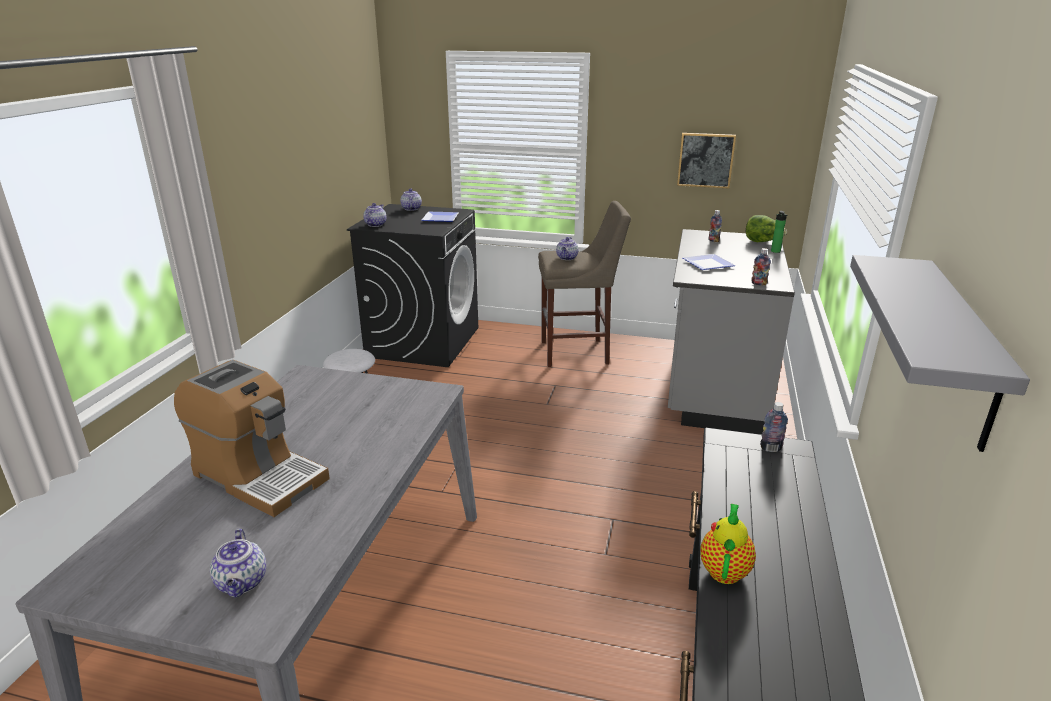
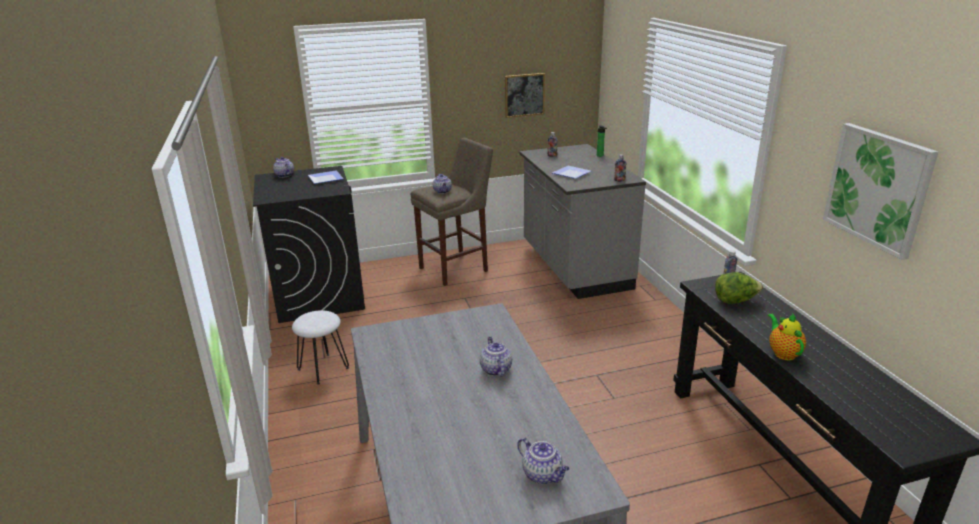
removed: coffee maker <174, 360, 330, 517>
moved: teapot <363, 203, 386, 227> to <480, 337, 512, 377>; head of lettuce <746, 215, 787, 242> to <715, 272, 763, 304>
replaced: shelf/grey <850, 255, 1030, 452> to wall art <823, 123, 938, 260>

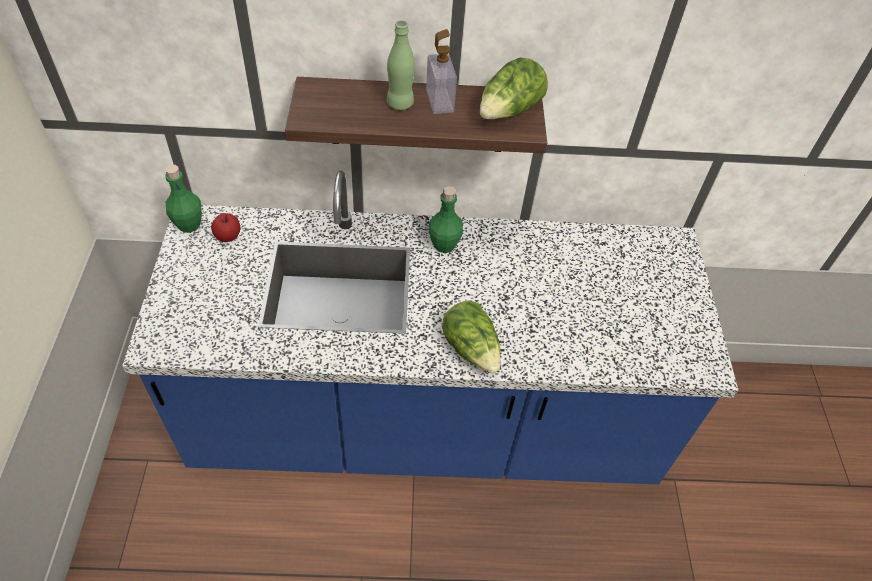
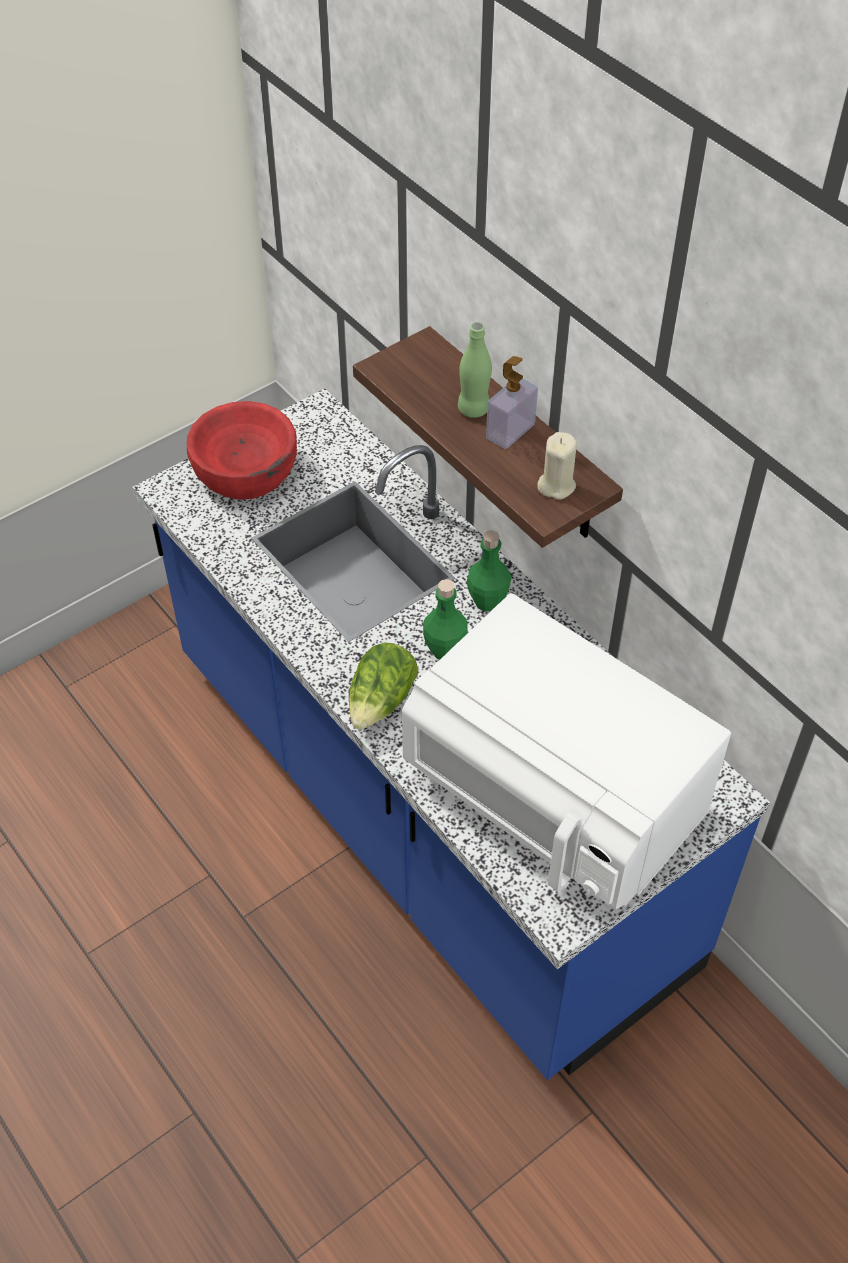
removed: apple <211, 213, 241, 242>
added: serving bowl/red <187, 401, 297, 500>; kitchen microwave/white <402, 593, 731, 909>
moved: beverage bottle/greenish <165, 165, 202, 233> to <423, 579, 468, 659>
replaced: head of lettuce <480, 57, 548, 119> to wax candle/sand-coloured <537, 432, 577, 500>

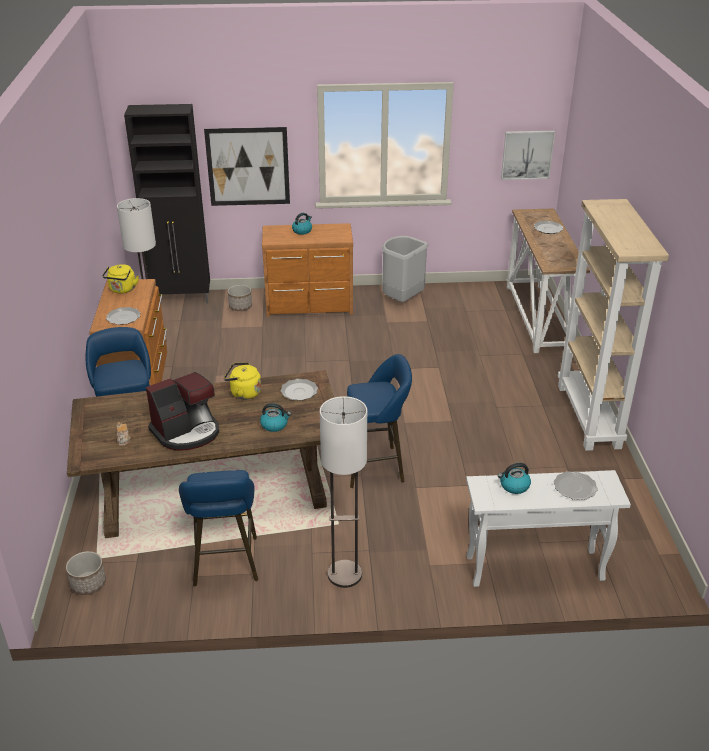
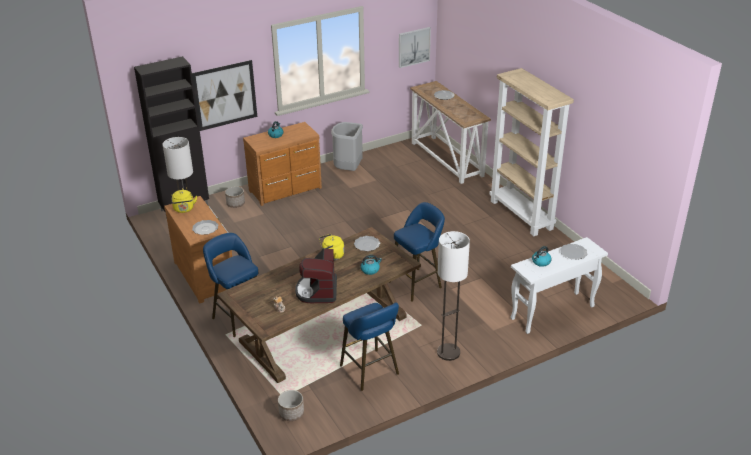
turned: coffee maker <146, 372, 219, 451> = <295, 248, 337, 303> 150 degrees clockwise

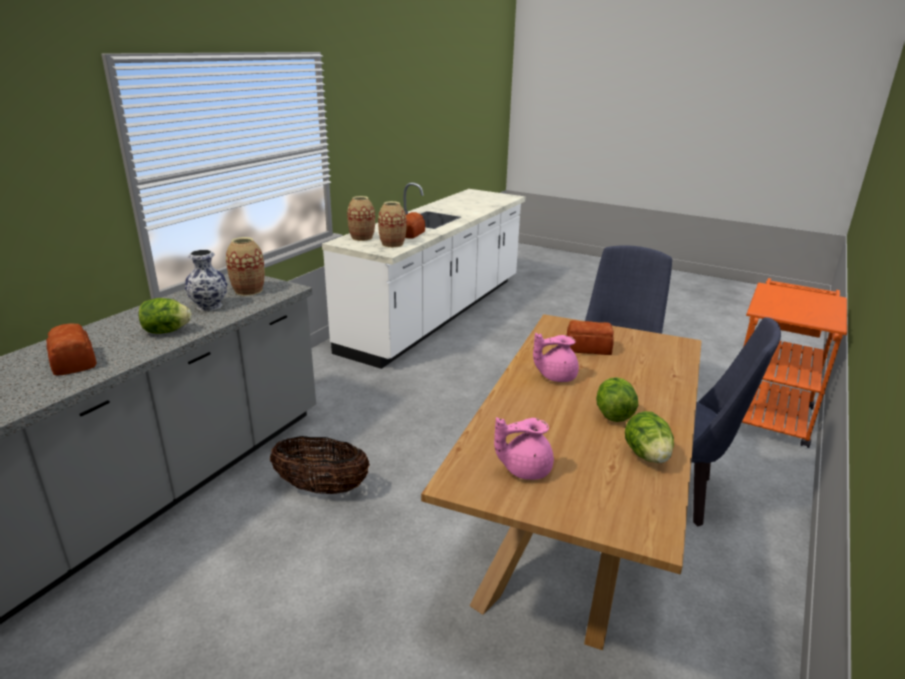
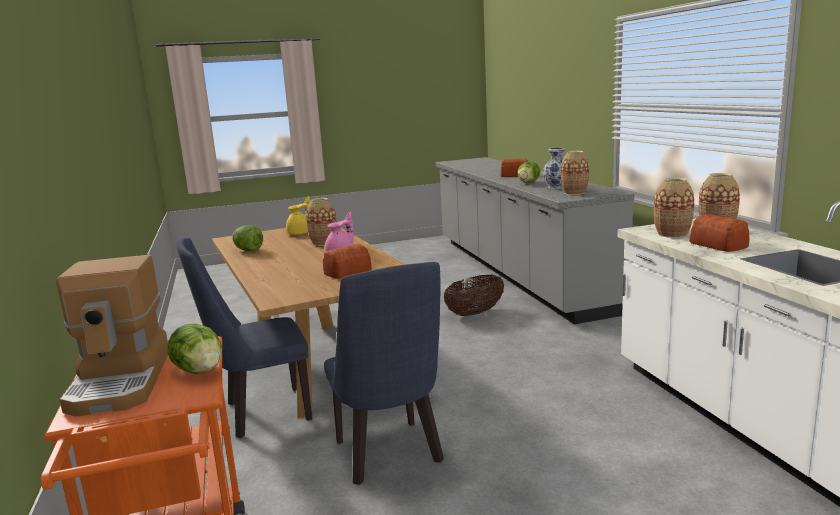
added: coffee maker <56, 255, 168, 417>; flower vase <306, 198, 337, 246>
moved: head of lettuce <596, 377, 638, 422> to <167, 324, 222, 374>
recoloured: teapot/pink <494, 417, 554, 480> to teapot/yellow-coloured <286, 196, 310, 235>

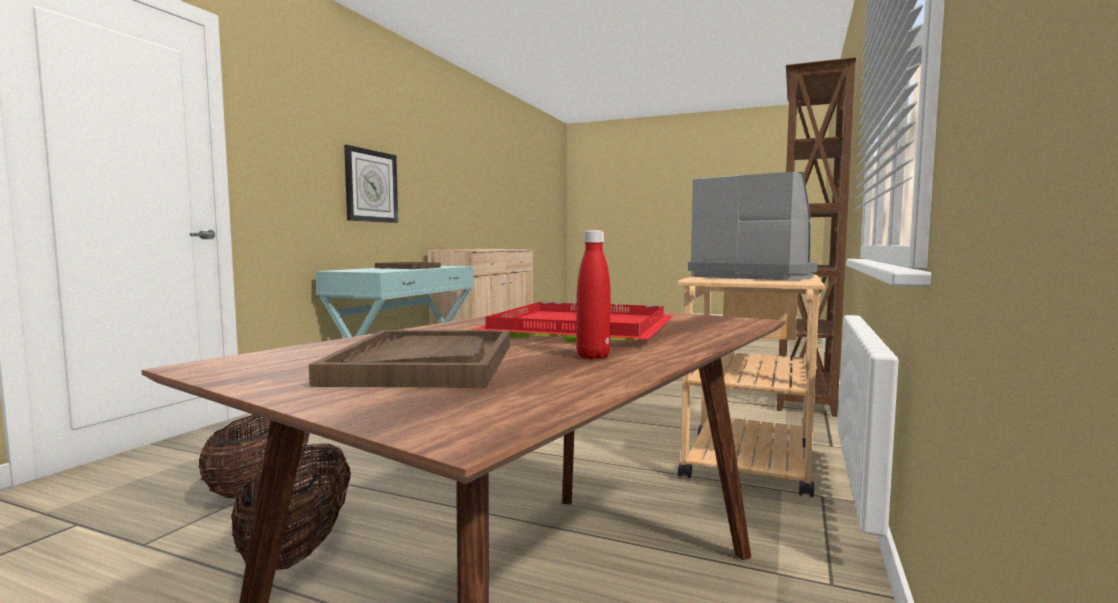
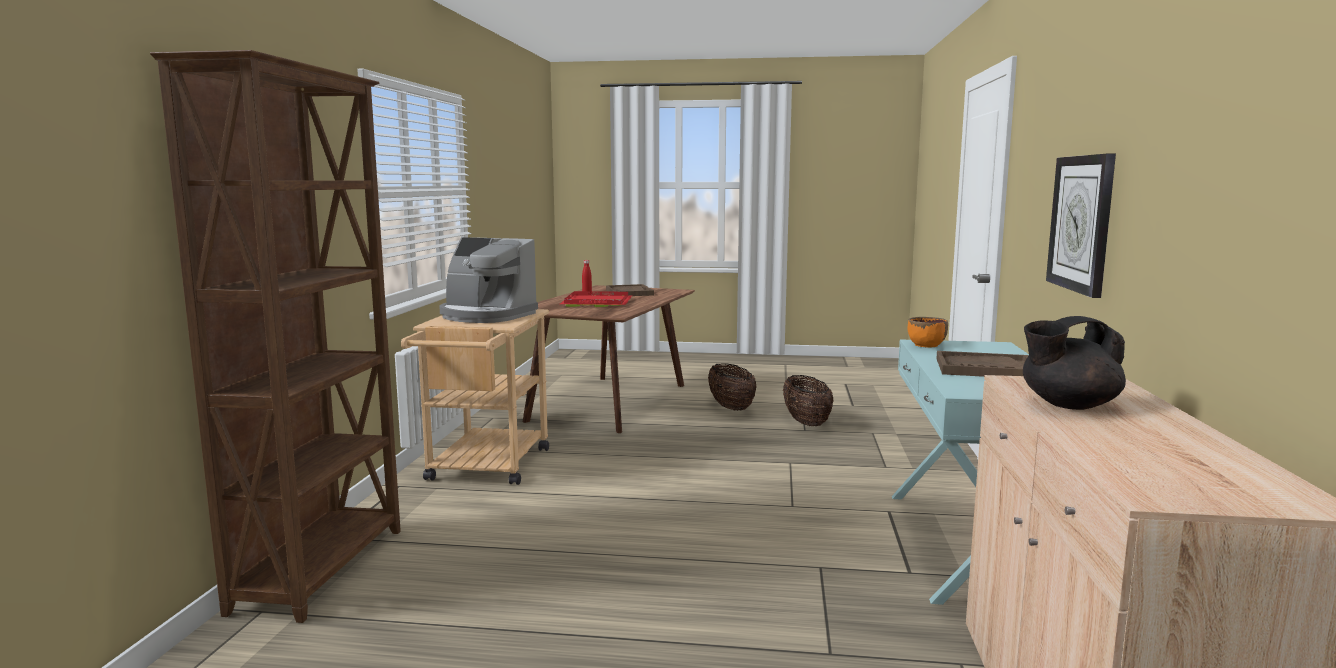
added: serving bowl/orange <908, 317, 948, 348>; teapot/black <1023, 316, 1126, 410>

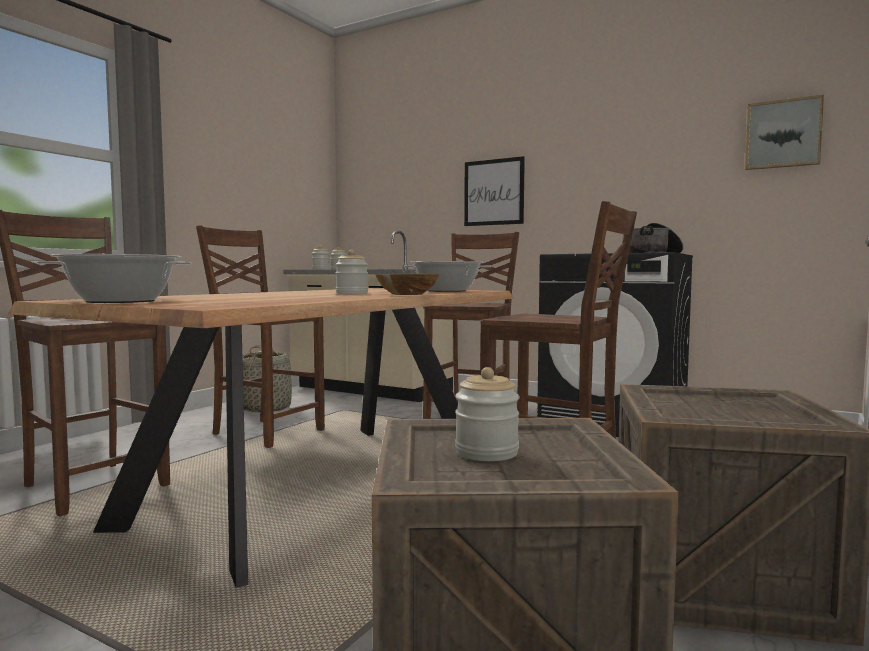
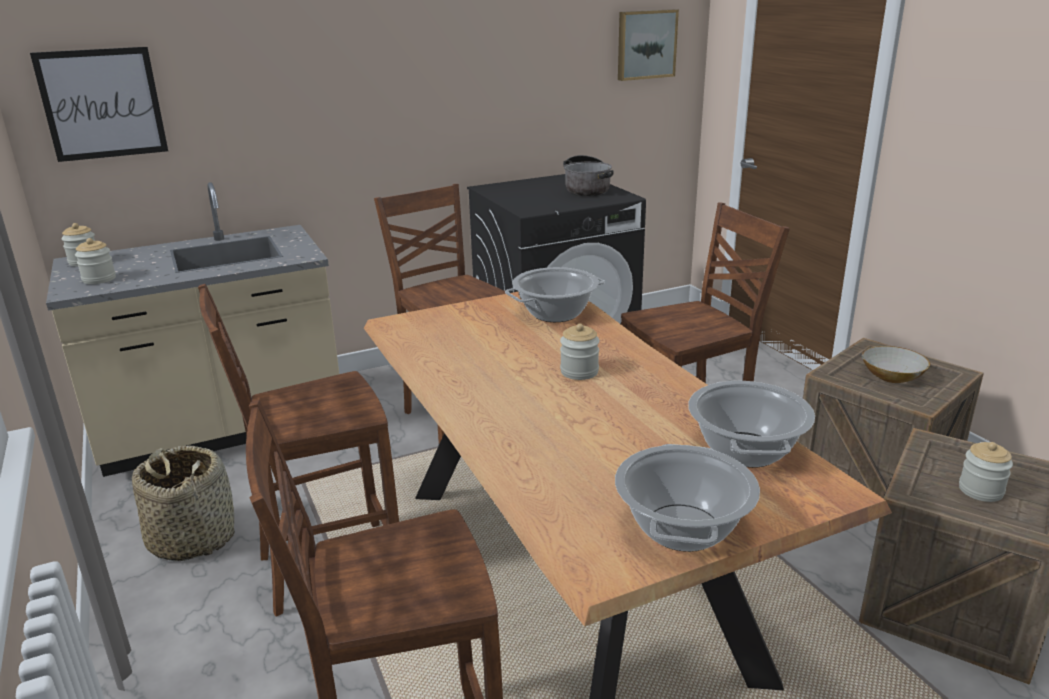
added: cooking pot <688, 381, 815, 468>
moved: serving bowl <375, 274, 440, 295> to <862, 346, 930, 383>; wall art <464, 156, 525, 226> to <30, 47, 168, 162>

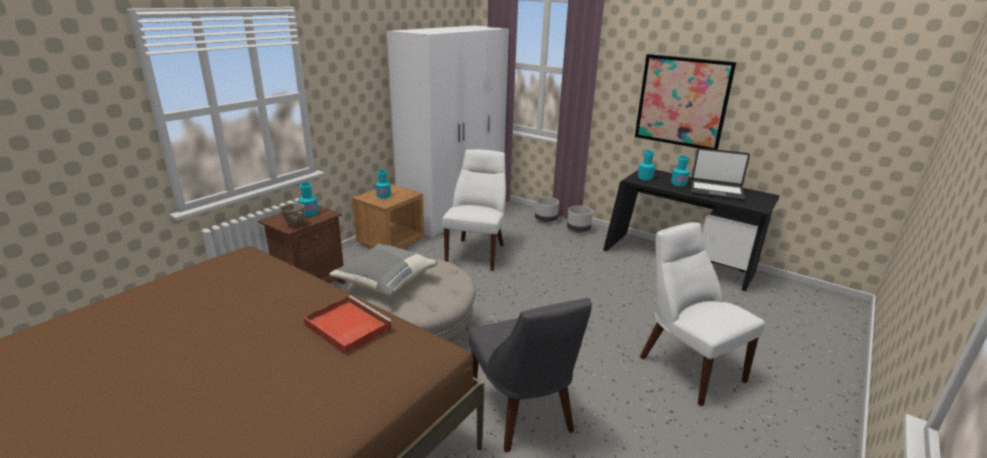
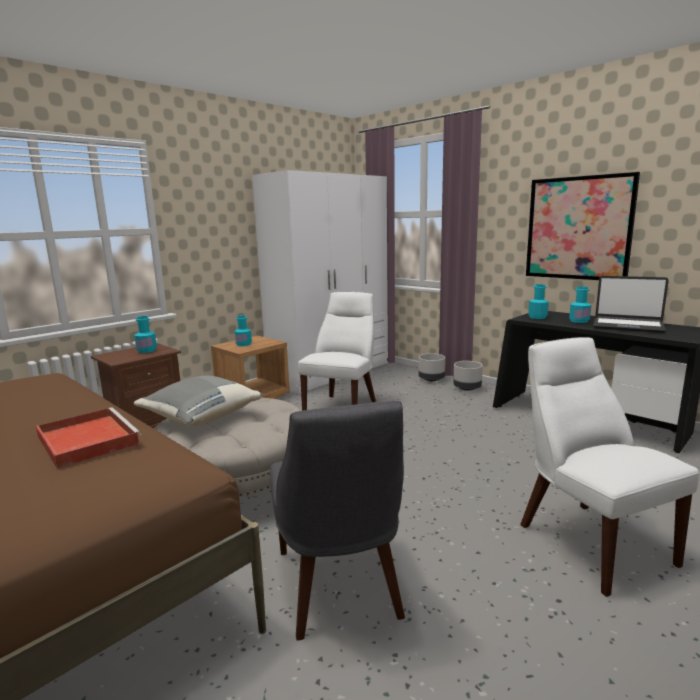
removed: serving bowl <280, 203, 304, 227>

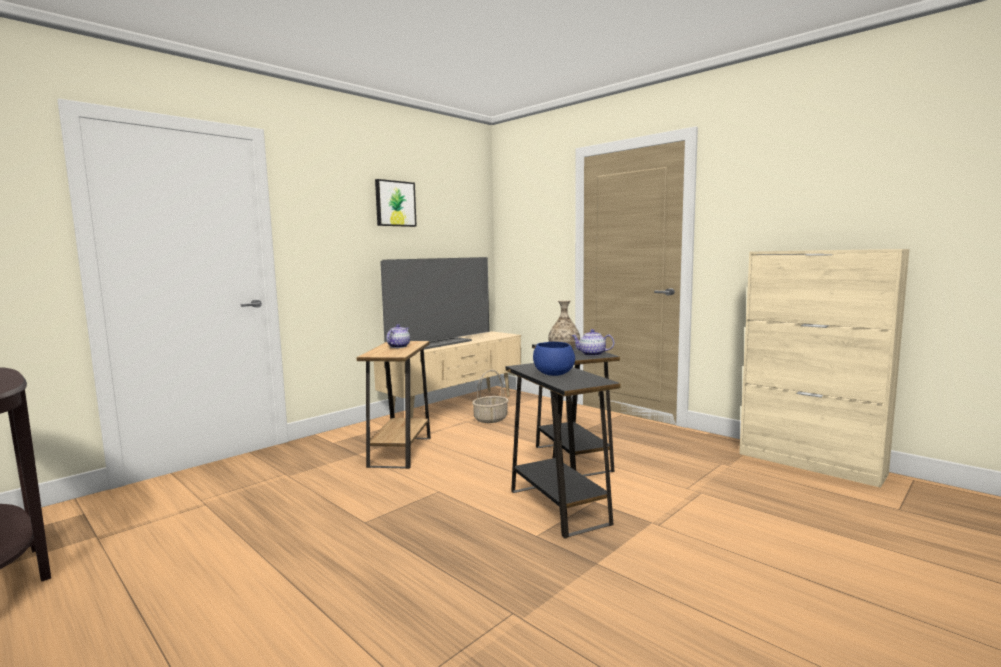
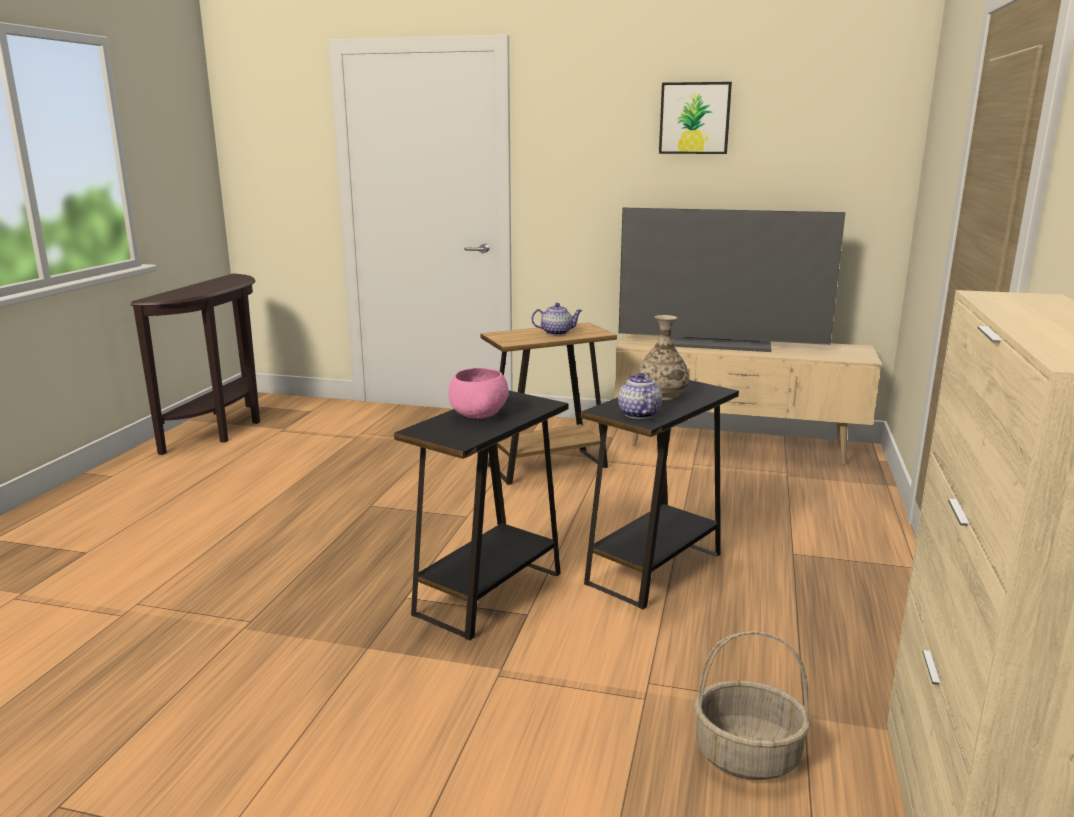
moved: household basket <472, 370, 508, 423> to <694, 631, 811, 780>
recoloured: serving bowl/blue-coloured <533, 342, 575, 376> to serving bowl/pink <448, 368, 509, 419>

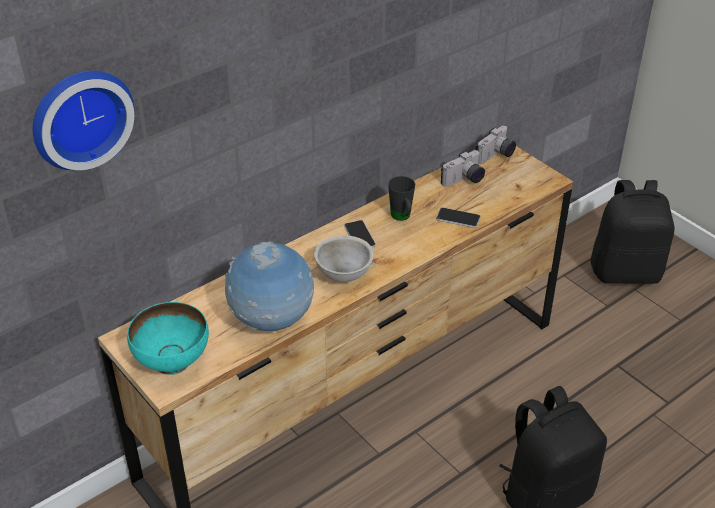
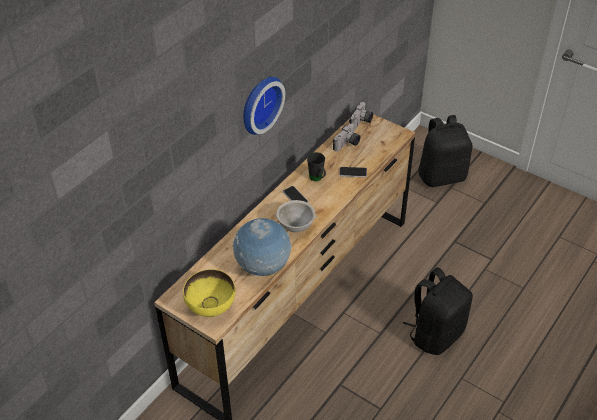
moved: hanging clock <33, 71, 134, 170> to <243, 77, 285, 135>
recoloured: serving bowl/turquoise-coloured <127, 302, 209, 375> to serving bowl/yellow-coloured <183, 269, 235, 317>

